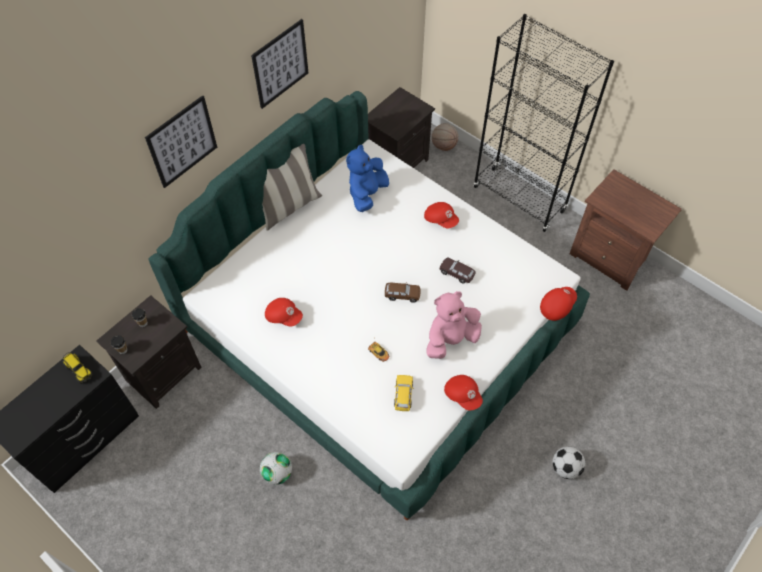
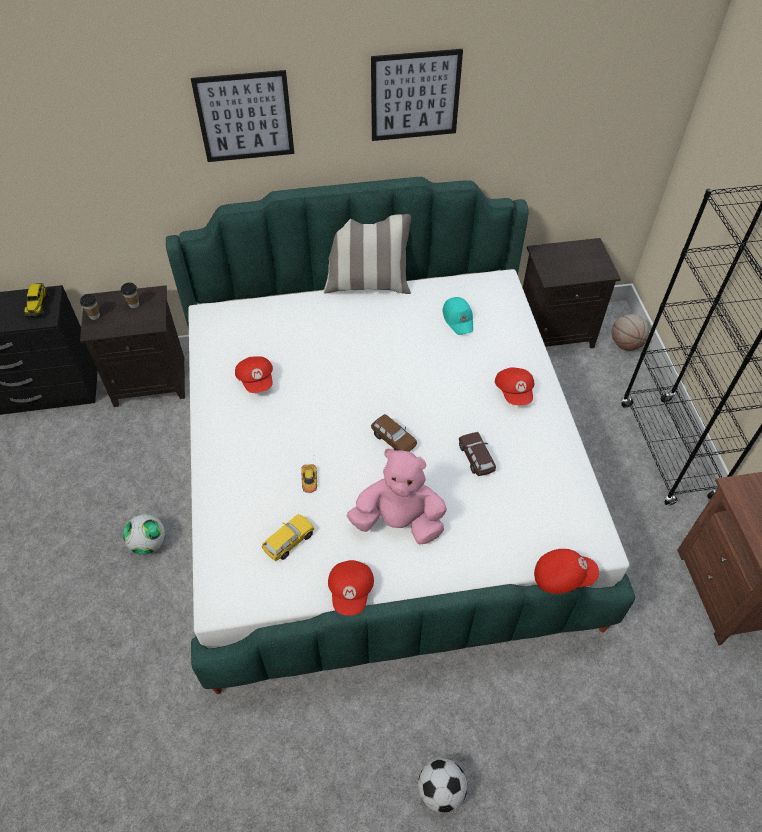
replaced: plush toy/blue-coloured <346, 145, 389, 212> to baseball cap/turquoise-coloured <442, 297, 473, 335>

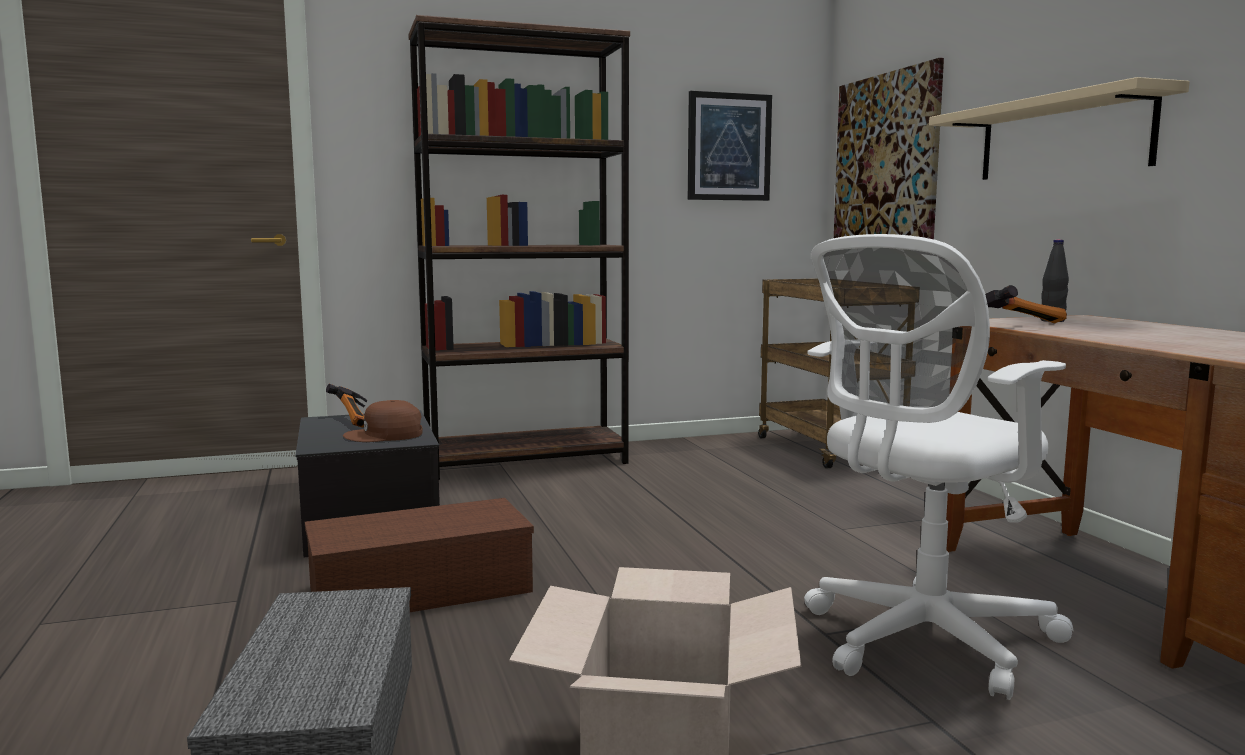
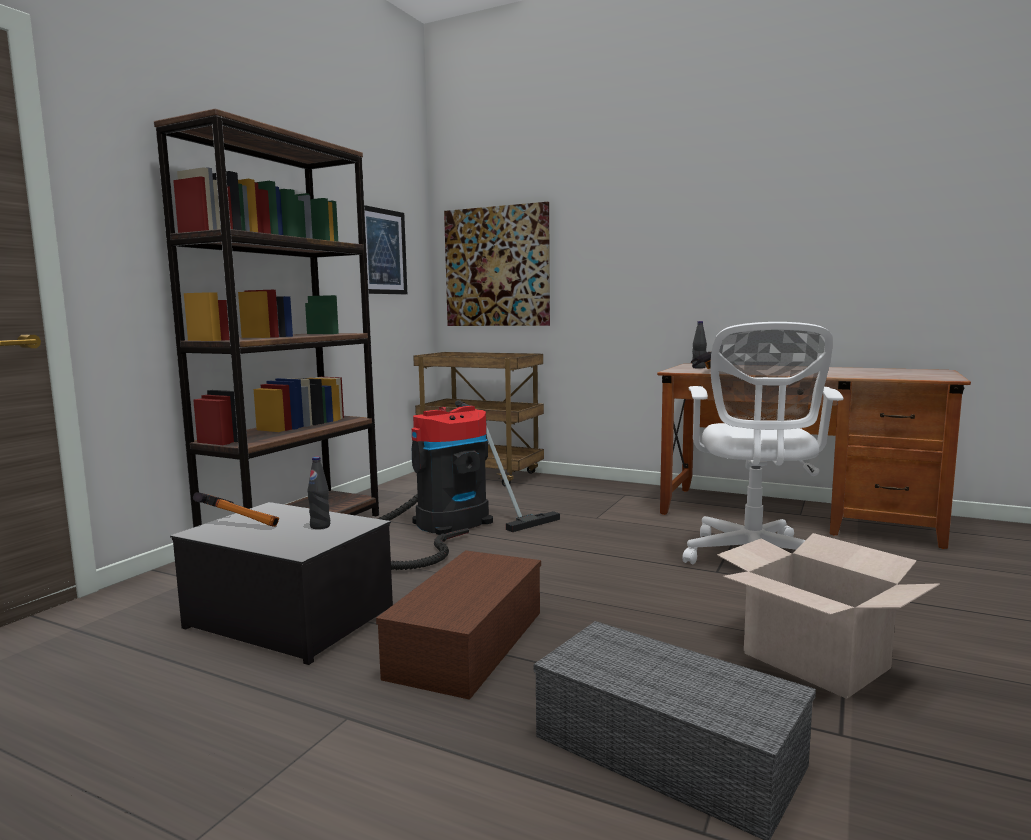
removed: shelf/sand-coloured <929, 77, 1190, 180>
added: hoover <378, 400, 560, 570>
replaced: baseball cap/brownish <343, 400, 423, 442> to beverage bottle/black <307, 456, 330, 529>

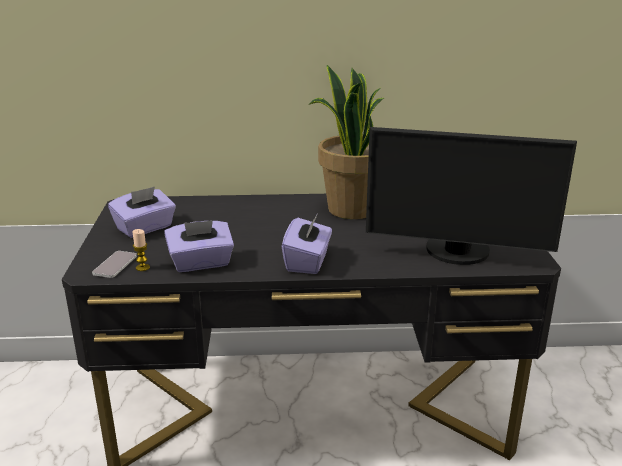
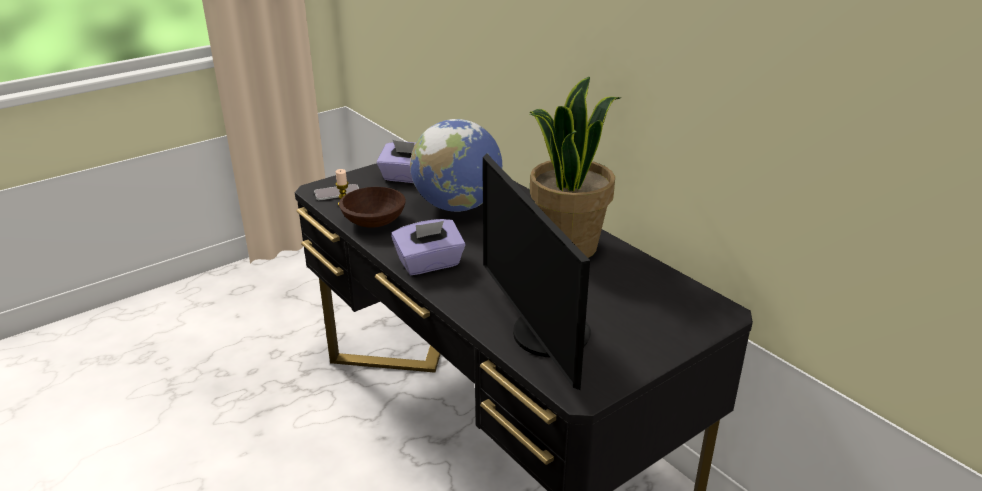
added: desk globe <410, 119, 502, 212>
replaced: tissue box/purplish <164, 220, 234, 272> to serving bowl/brownish <339, 187, 406, 228>

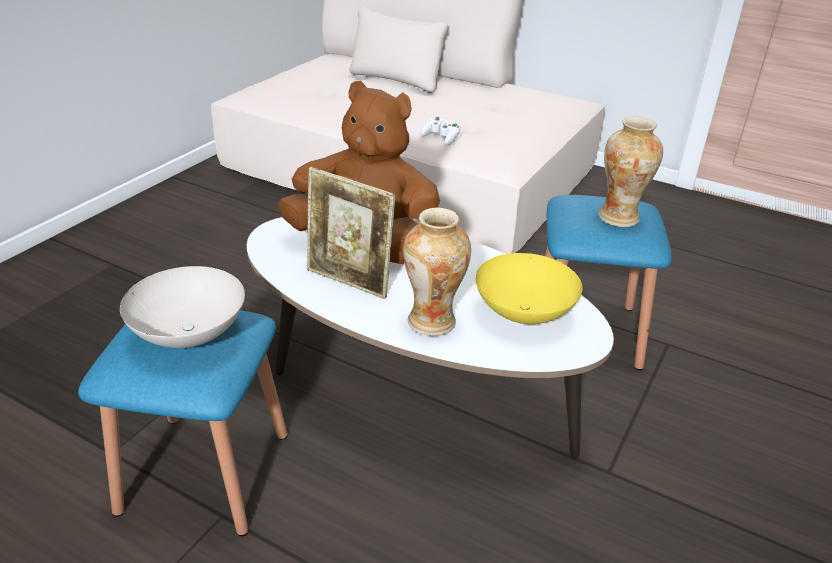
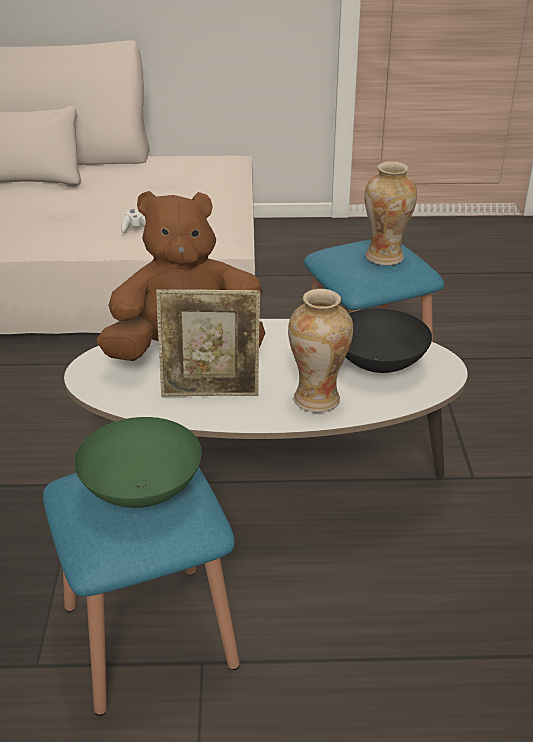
recoloured: serving bowl/white <120, 266, 245, 348> to serving bowl/greenish <74, 417, 202, 508>; serving bowl/yellow-coloured <475, 253, 582, 324> to serving bowl/black <346, 308, 432, 373>

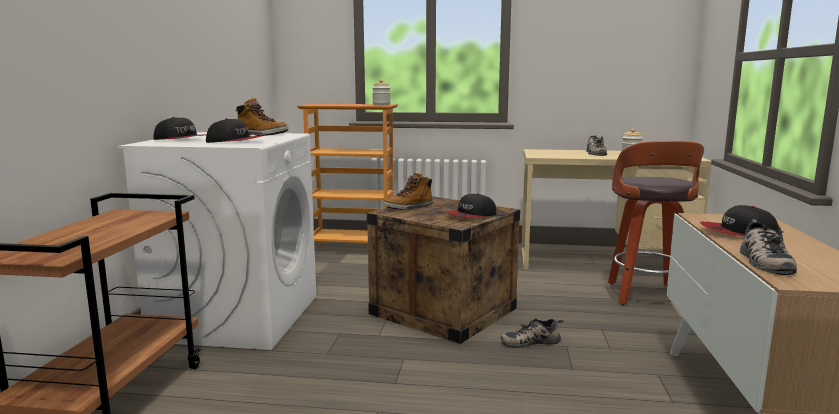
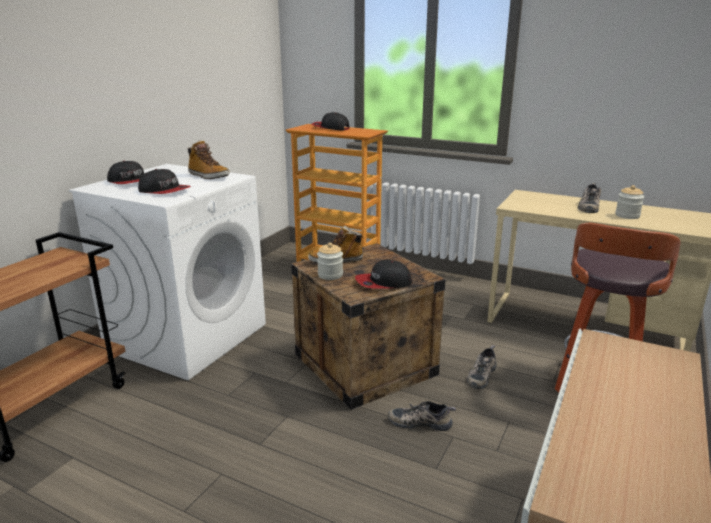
moved: preserve jar <372, 79, 391, 105> to <317, 243, 343, 280>; baseball cap <700, 205, 779, 236> to <312, 112, 350, 131>; low shoe <740, 219, 797, 275> to <467, 345, 496, 389>

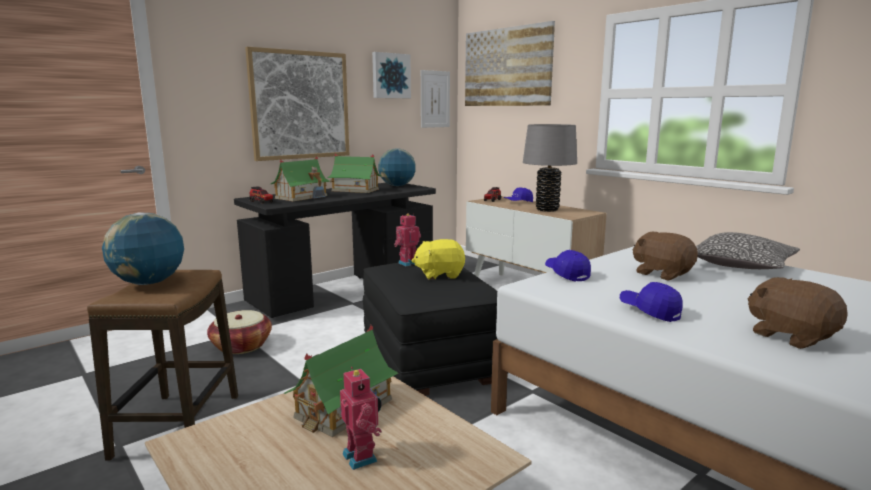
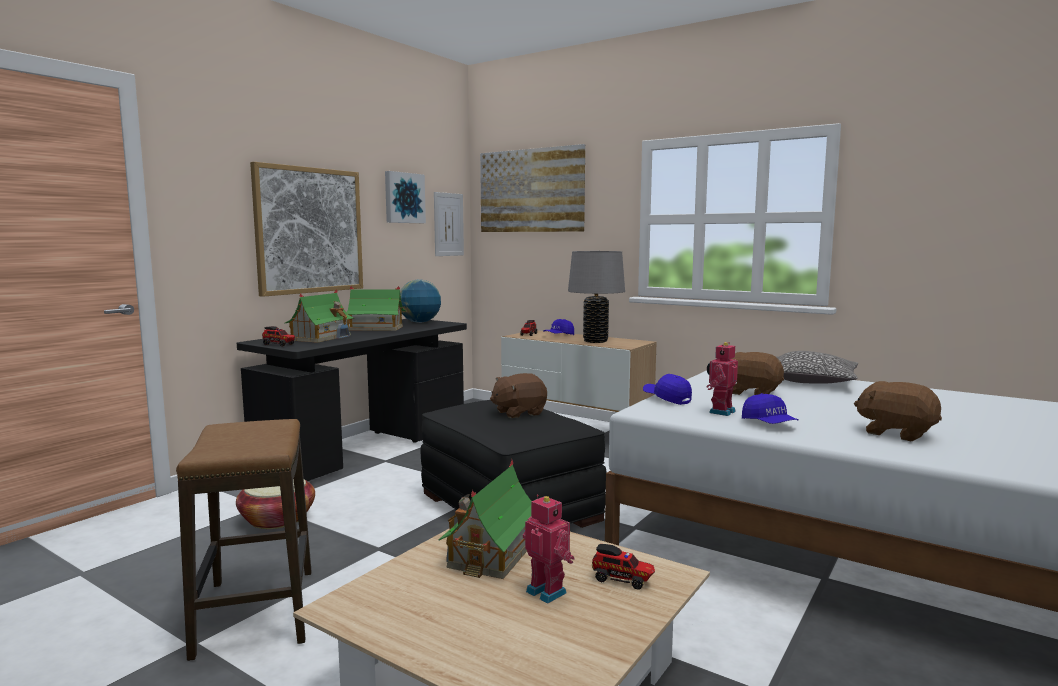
removed: desk globe <102, 212, 184, 285>
added: toy lorry <592, 544, 655, 590>
moved: model robot <394, 213, 421, 266> to <707, 342, 738, 416>
recoloured: plush toy/yellow-coloured <411, 239, 465, 280> to plush toy/brownish <490, 373, 547, 418>
turned: baseball cap/blue-coloured <620, 282, 683, 322> = <742, 393, 799, 424> 150 degrees counterclockwise

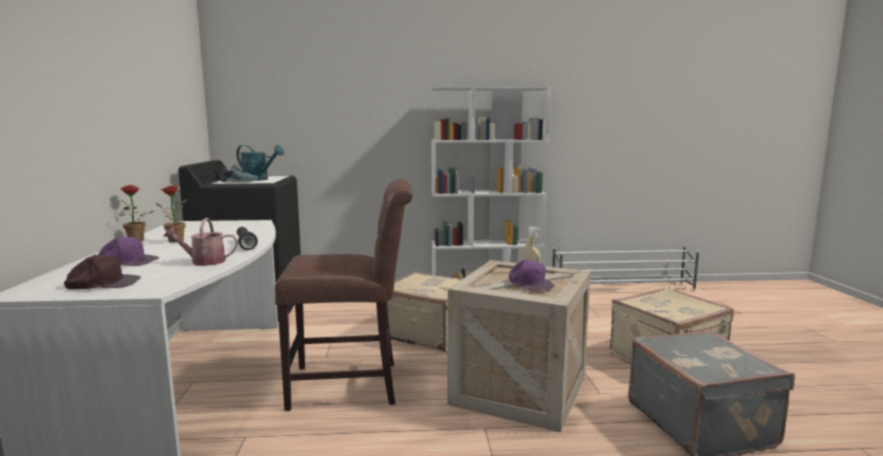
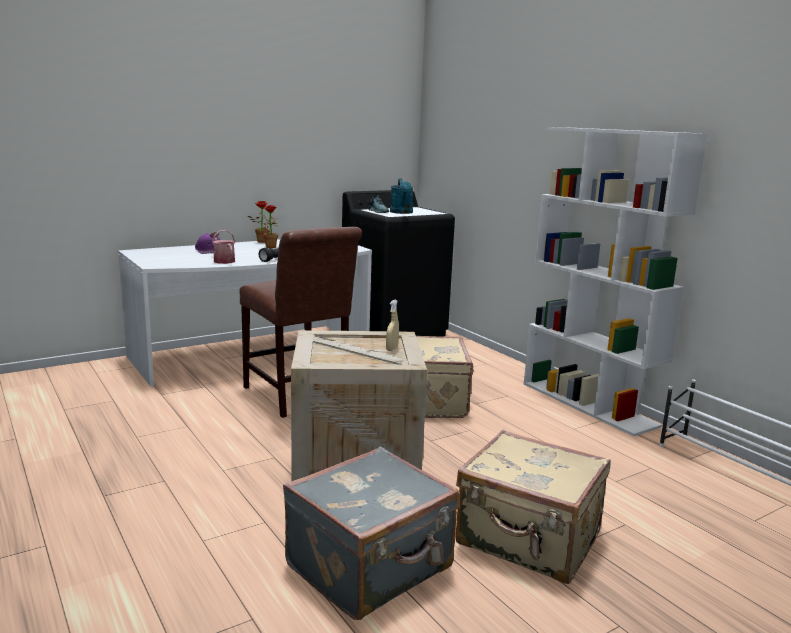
removed: baseball cap/brownish <64, 255, 141, 289>; baseball cap/purplish <509, 259, 555, 291>

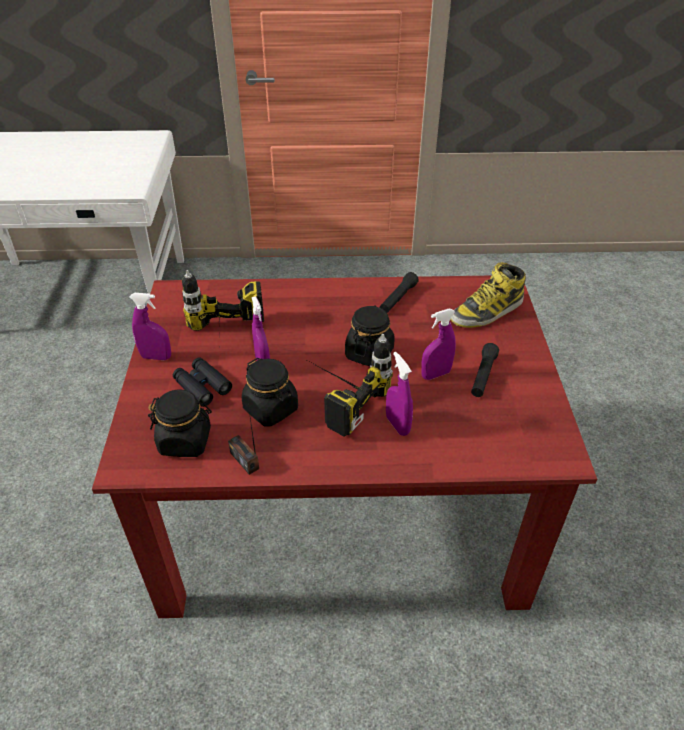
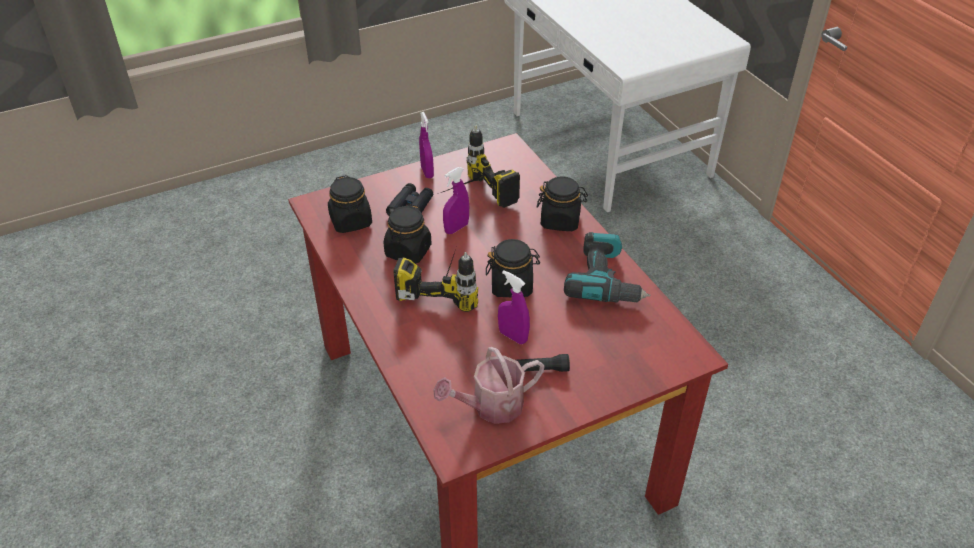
removed: radio receiver <228, 404, 259, 475>; spray bottle/purplish <386, 352, 413, 436>; tall boot <450, 262, 526, 328>
added: sprinkling can <433, 347, 545, 424>; preserve jar/black <537, 176, 588, 231>
replaced: hand torch/black <380, 272, 419, 313> to power drill <564, 232, 650, 303>

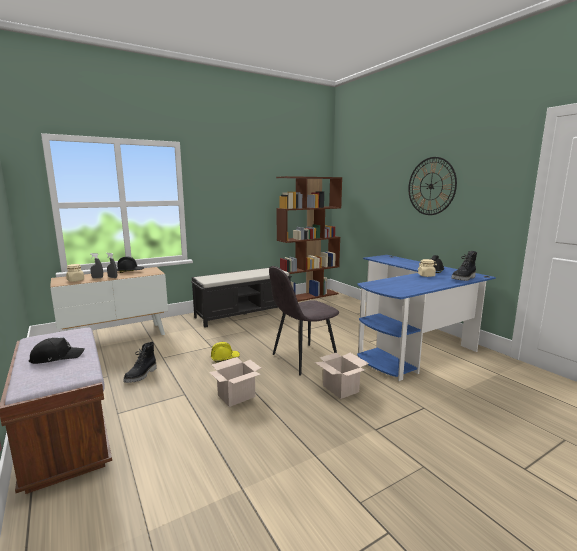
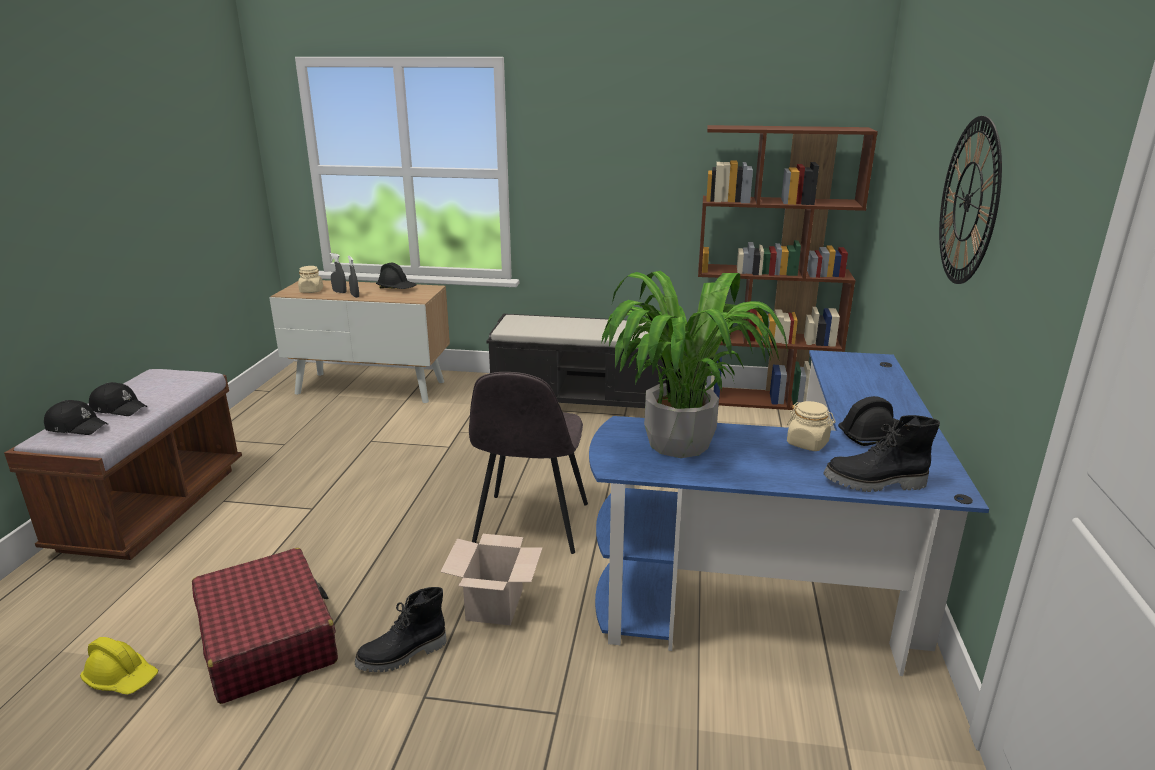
removed: carton <209, 357, 261, 407>
added: baseball cap/black <44, 400, 108, 435>; travel case/red <192, 548, 338, 704>; houseplant <601, 271, 788, 458>
moved: tall boot/black <123, 342, 157, 383> to <355, 587, 447, 672>; hard hat/yellow-coloured <211, 342, 240, 362> to <80, 637, 158, 694>
turned: plain chair/grey <269, 266, 339, 375> = <469, 372, 588, 554> 90 degrees counterclockwise

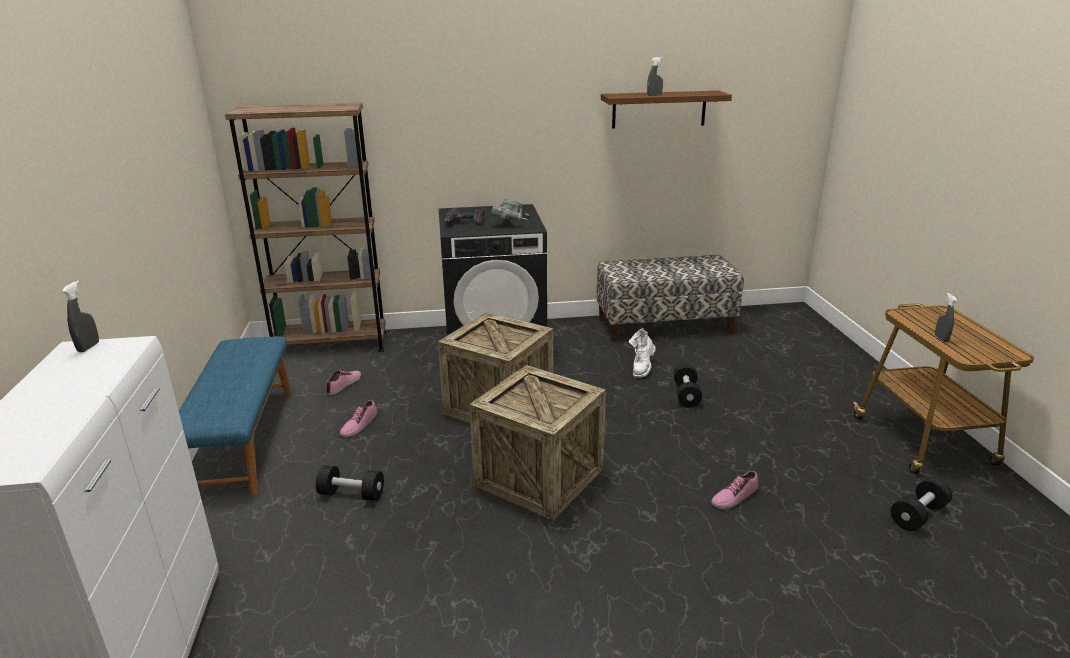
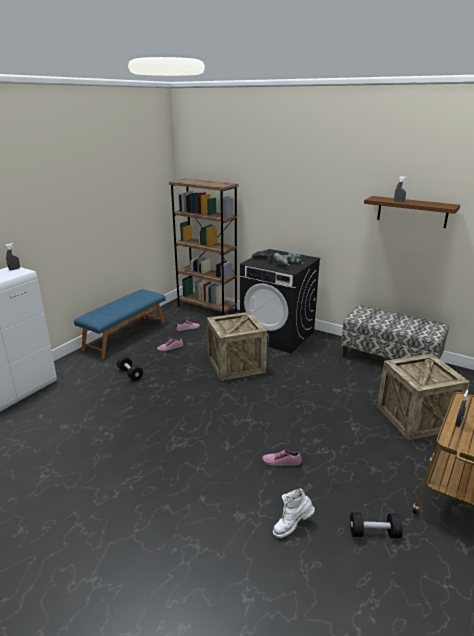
removed: dumbbell/black <674, 364, 702, 408>
moved: packing crate <469, 365, 606, 520> to <377, 354, 470, 440>; tall boot/white <629, 329, 656, 378> to <273, 488, 315, 538>

